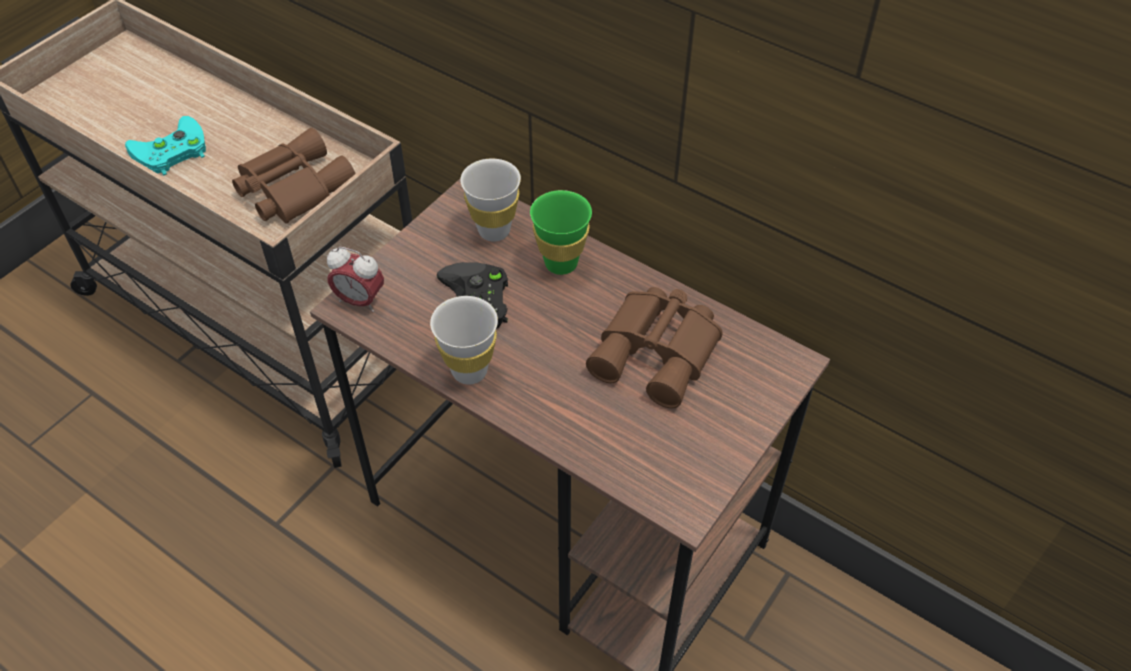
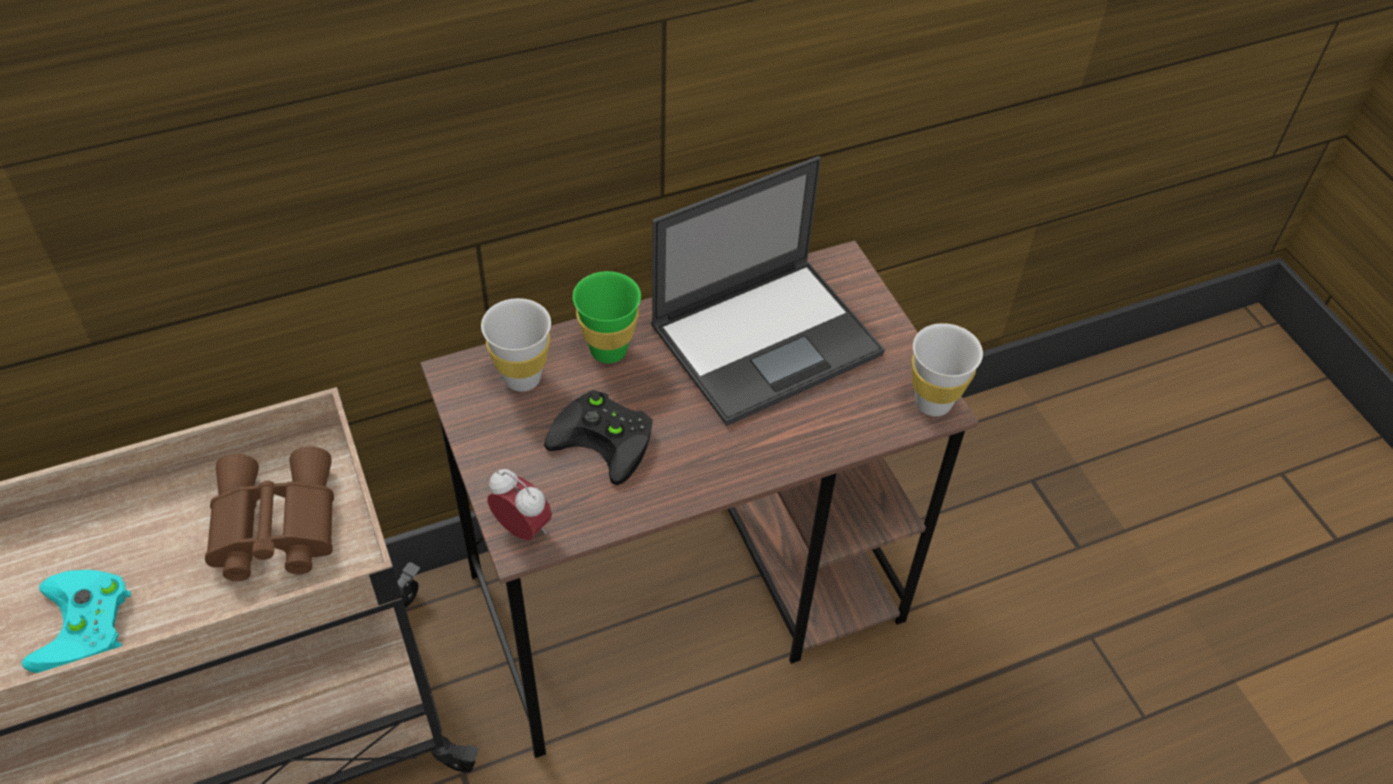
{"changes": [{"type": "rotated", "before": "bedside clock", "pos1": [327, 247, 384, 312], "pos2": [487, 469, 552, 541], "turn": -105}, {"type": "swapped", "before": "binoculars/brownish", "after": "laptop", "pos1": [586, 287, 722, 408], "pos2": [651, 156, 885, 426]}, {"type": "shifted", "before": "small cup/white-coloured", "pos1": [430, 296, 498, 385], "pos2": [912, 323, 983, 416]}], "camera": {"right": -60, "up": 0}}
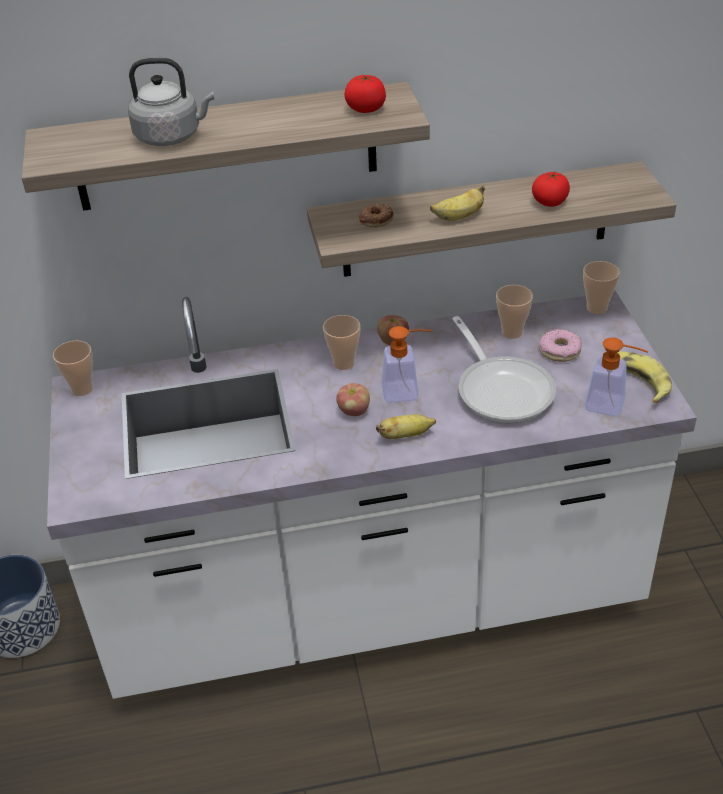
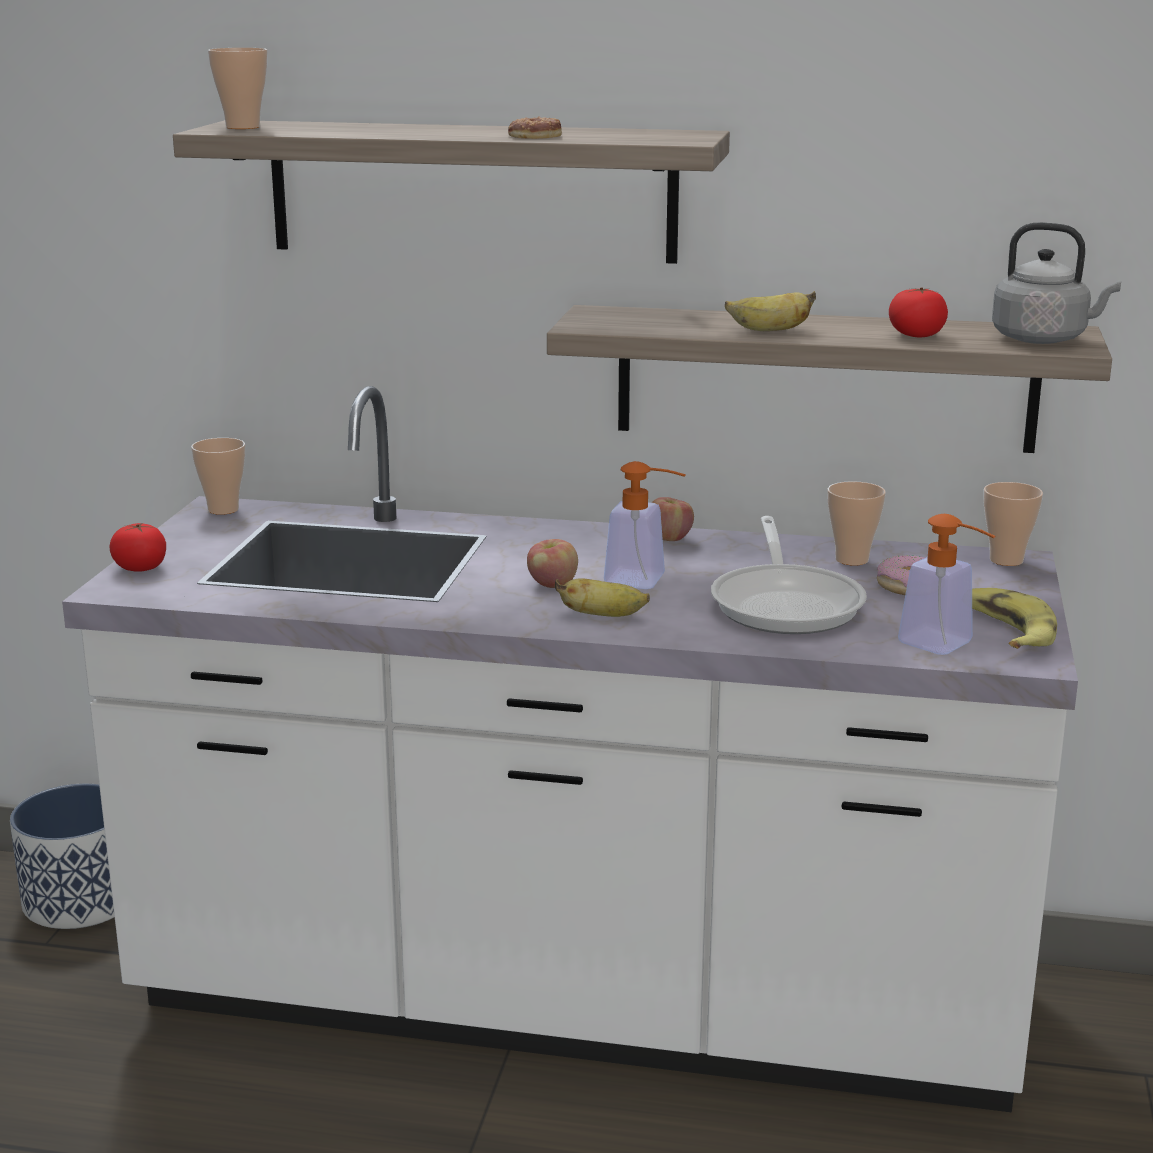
{"changes": [{"type": "shifted", "before": "water kettle/greyish", "pos1": [128, 58, 214, 146], "pos2": [992, 222, 1121, 344]}, {"type": "shifted", "before": "whole tomato", "pos1": [344, 75, 386, 113], "pos2": [109, 523, 166, 572]}, {"type": "shifted", "before": "donut", "pos1": [359, 203, 394, 227], "pos2": [508, 116, 562, 139]}, {"type": "shifted", "before": "small cup", "pos1": [323, 315, 361, 370], "pos2": [208, 48, 268, 129]}], "camera": {"right": 20, "up": -20}}
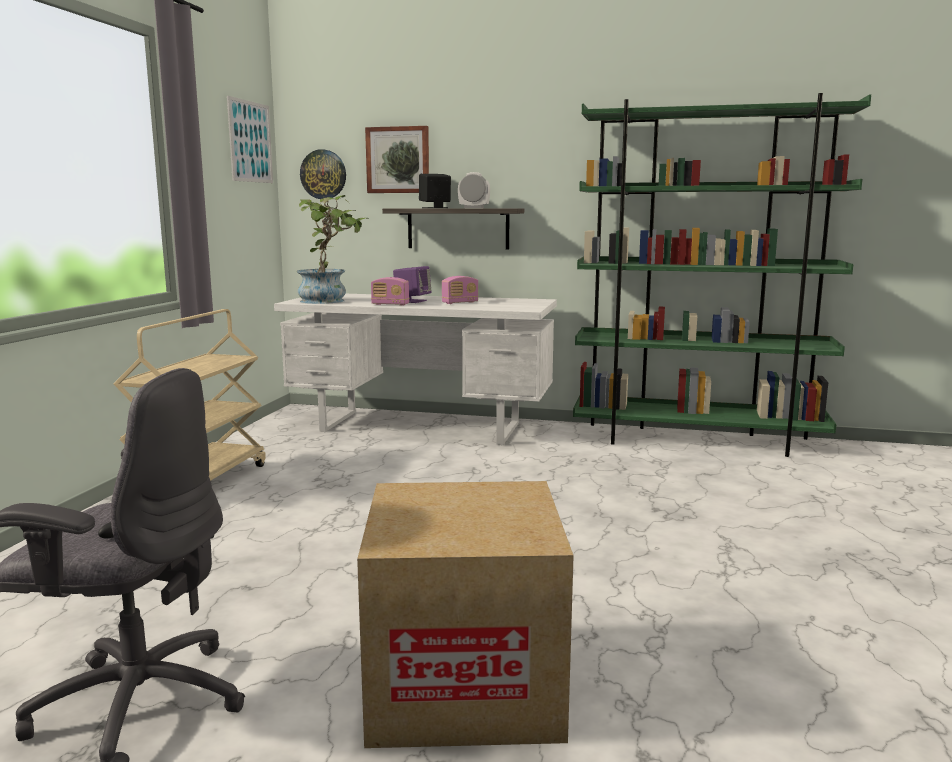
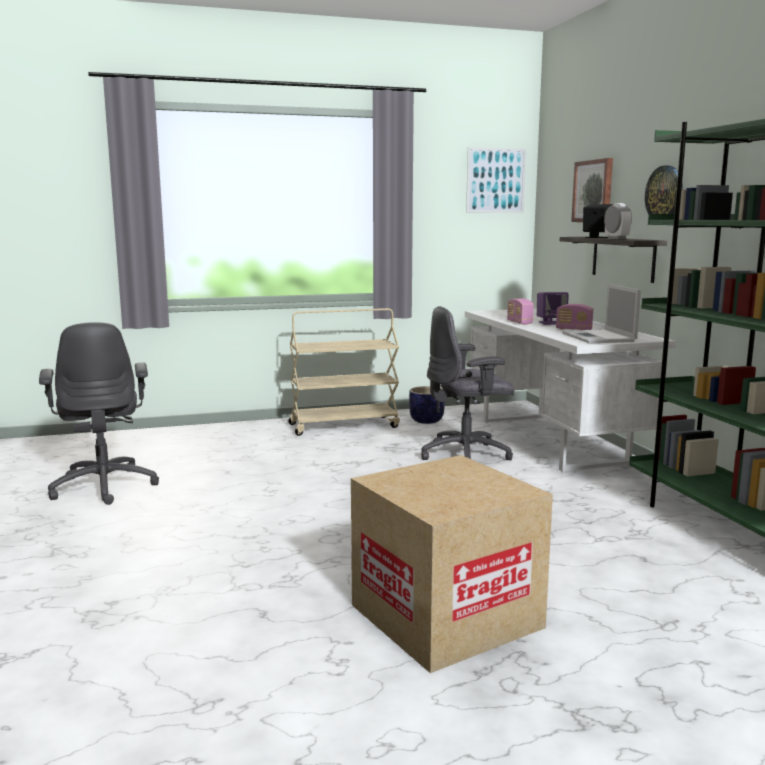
{"changes": [{"type": "shifted", "before": "clock on the wall", "pos1": [300, 149, 346, 199], "pos2": [645, 165, 683, 215]}, {"type": "gone", "before": "plant in a pot", "pos1": [297, 195, 369, 304]}, {"type": "shifted", "before": "carton", "pos1": [357, 481, 574, 748], "pos2": [351, 455, 553, 673]}, {"type": "new", "after": "laptop", "pos2": [562, 284, 641, 343]}, {"type": "new", "after": "office chair/greyish", "pos2": [421, 306, 514, 460]}, {"type": "new", "after": "planter", "pos2": [409, 386, 445, 424]}], "camera": {"right": 60, "up": 0}}
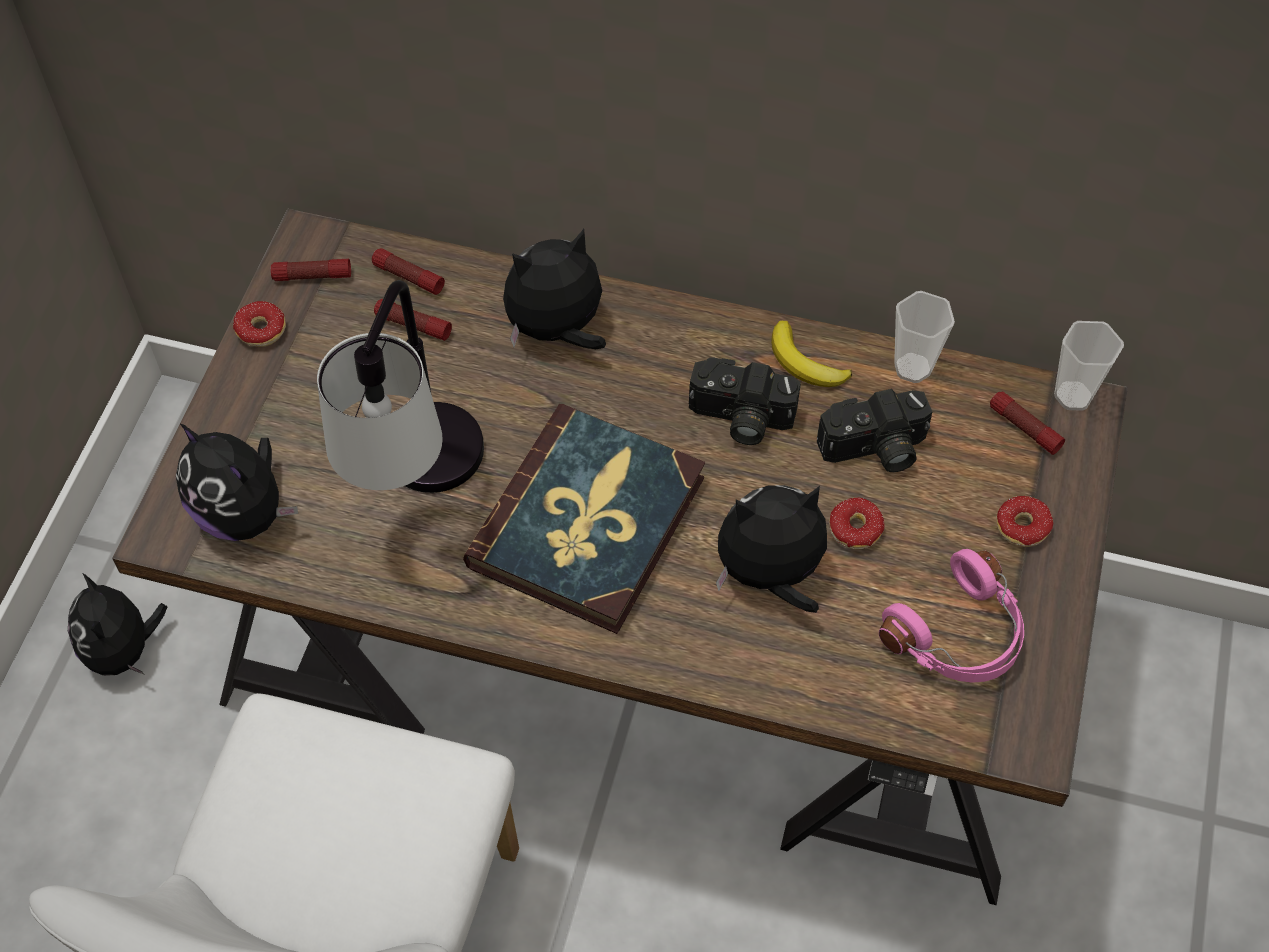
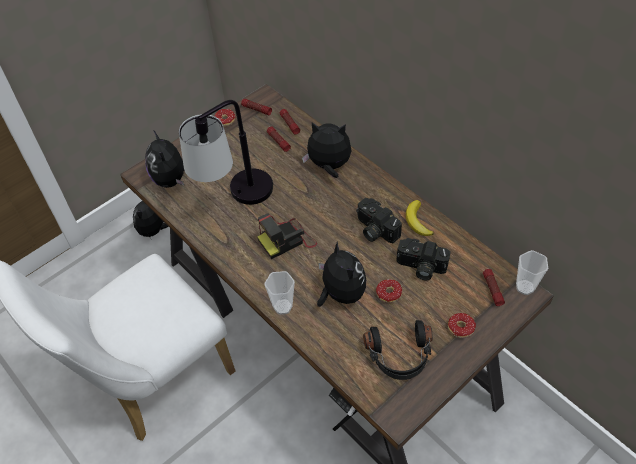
{"changes": [{"type": "shifted", "before": "small cup", "pos1": [894, 291, 955, 383], "pos2": [264, 271, 295, 315]}, {"type": "swapped", "before": "book", "after": "still camera", "pos1": [463, 404, 705, 634], "pos2": [257, 214, 317, 259]}, {"type": "rotated", "before": "plush toy", "pos1": [716, 485, 827, 613], "pos2": [317, 241, 366, 307], "turn": 45}, {"type": "repainted", "before": "pair of headphones/pink-coloured", "after": "pair of headphones/black-coloured", "pos1": [879, 549, 1024, 683], "pos2": [363, 320, 433, 380]}], "camera": {"right": 35, "up": -5}}
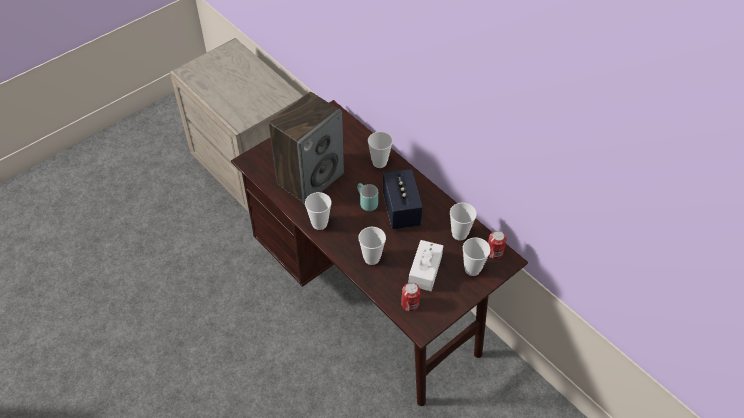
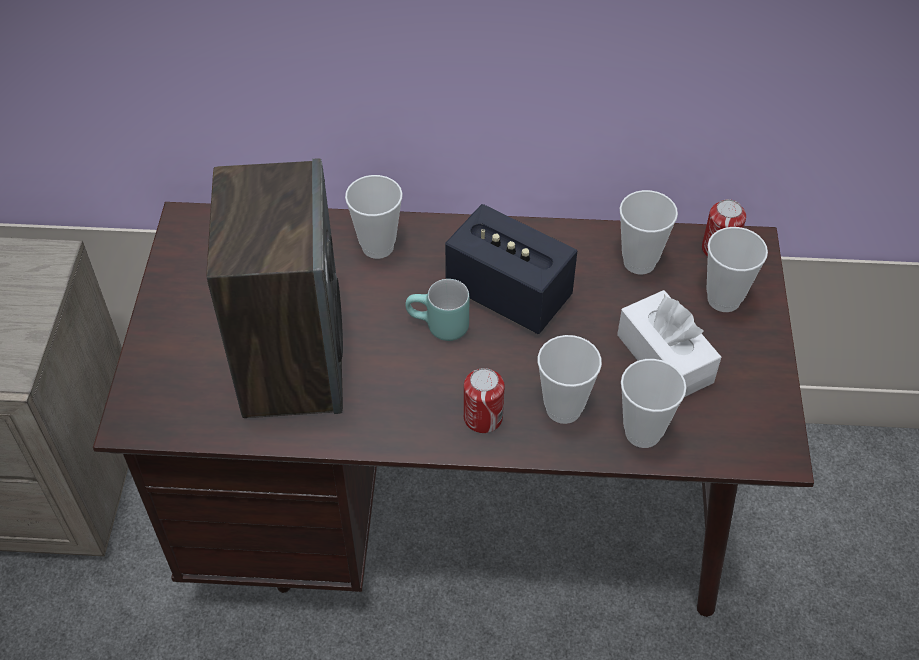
{"changes": [{"type": "shifted", "before": "small cup", "pos1": [305, 192, 331, 230], "pos2": [621, 359, 686, 448]}, {"type": "shifted", "before": "metal can", "pos1": [401, 283, 421, 311], "pos2": [464, 368, 505, 433]}], "camera": {"right": -45, "up": 0}}
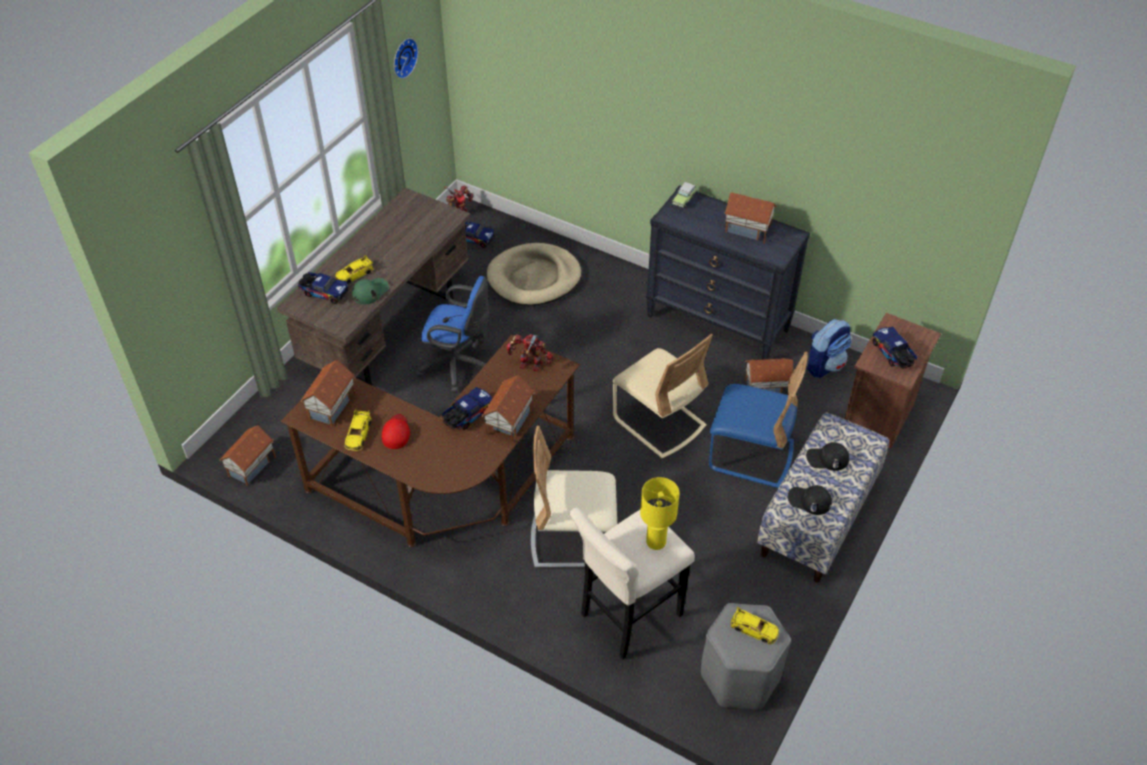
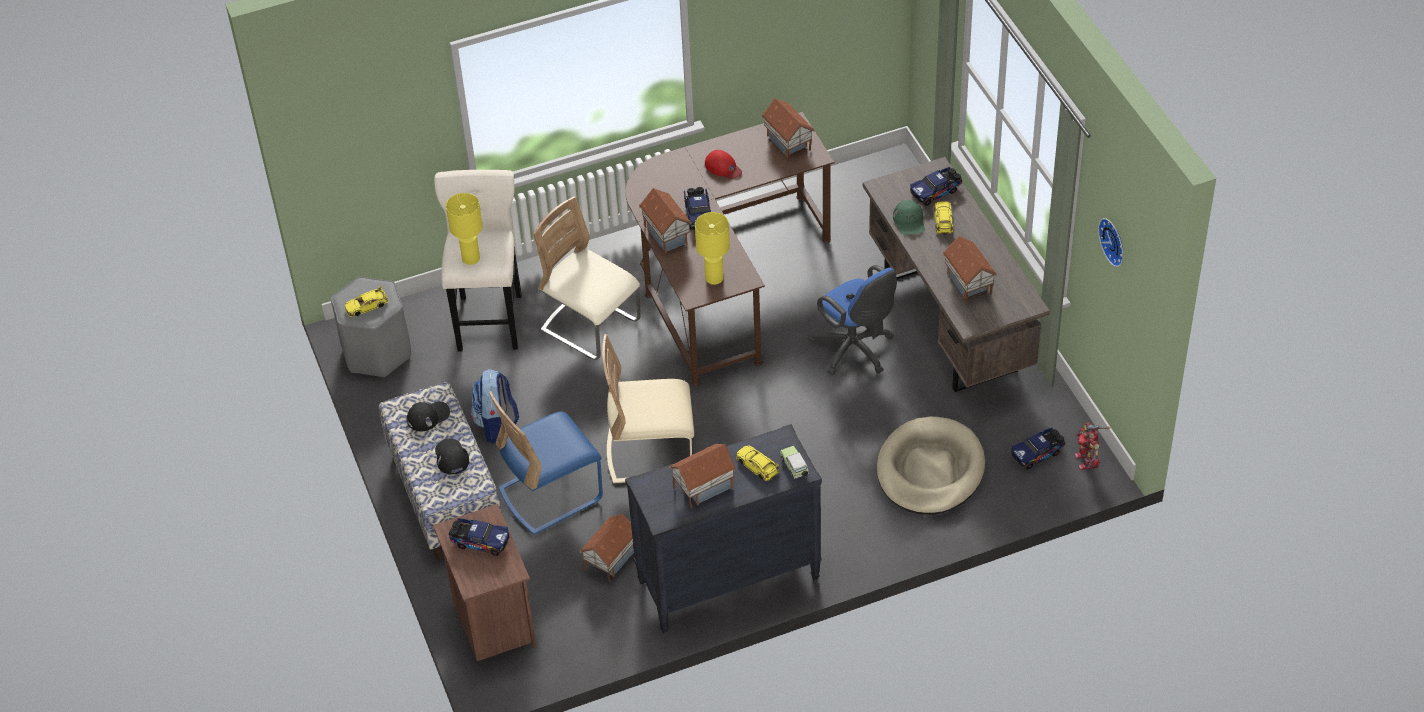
{"changes": [{"type": "rotated", "before": "office chair/blue", "pos1": [415, 276, 489, 393], "pos2": [808, 265, 897, 375], "turn": -90}, {"type": "shifted", "before": "rucksack", "pos1": [807, 319, 852, 378], "pos2": [471, 369, 519, 443]}, {"type": "swapped", "before": "robot figure", "after": "lamp for a table/yellow", "pos1": [506, 334, 554, 371], "pos2": [695, 212, 730, 285]}, {"type": "shifted", "before": "toy car/yellow", "pos1": [344, 409, 372, 451], "pos2": [736, 446, 779, 481]}, {"type": "shifted", "before": "toy house", "pos1": [219, 425, 276, 486], "pos2": [943, 236, 997, 305]}, {"type": "rotated", "before": "chair/sand-coloured", "pos1": [531, 426, 617, 568], "pos2": [533, 196, 641, 360], "turn": -90}, {"type": "rotated", "before": "peaked cap/black-coloured", "pos1": [806, 442, 849, 471], "pos2": [435, 439, 469, 475], "turn": -60}], "camera": {"right": 130, "up": 0}}
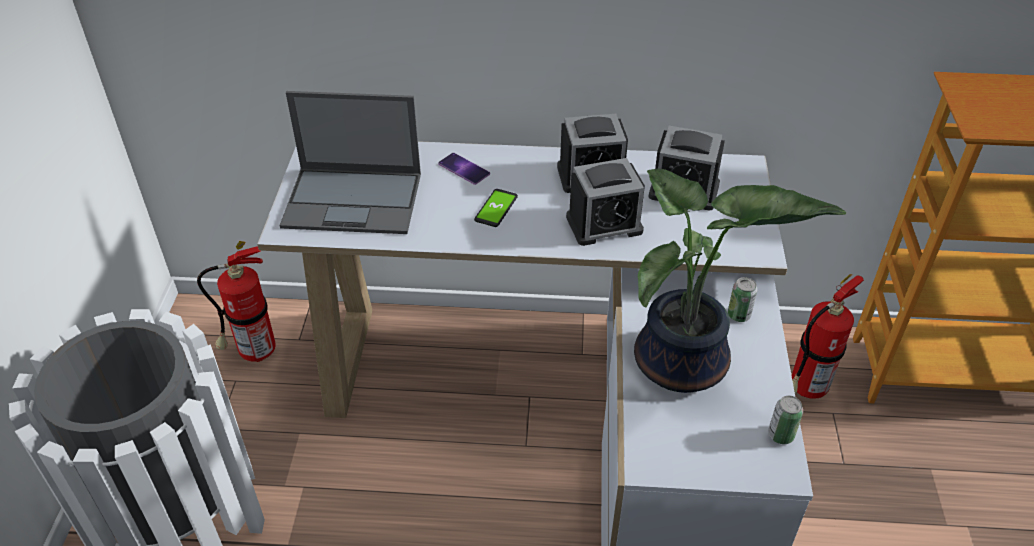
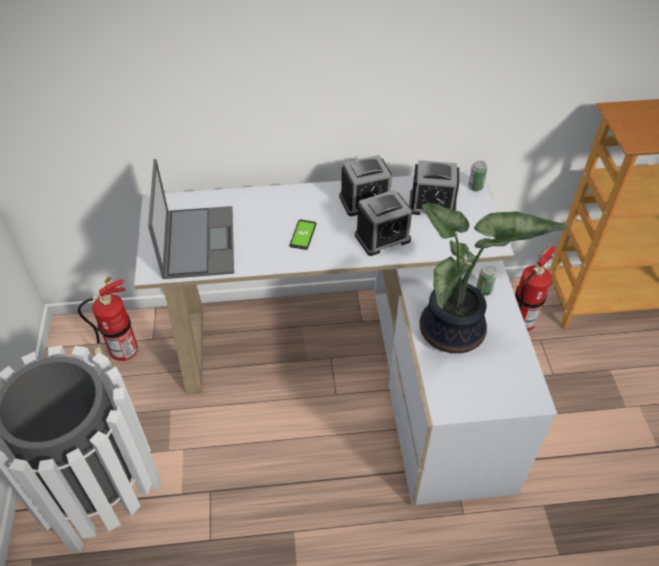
{"changes": [{"type": "rotated", "before": "laptop", "pos1": [280, 91, 421, 234], "pos2": [148, 159, 234, 279], "turn": -90}, {"type": "gone", "before": "handset", "pos1": [438, 153, 490, 185]}, {"type": "shifted", "before": "metal can", "pos1": [768, 396, 803, 444], "pos2": [468, 161, 487, 191]}], "camera": {"right": -10, "up": 5}}
